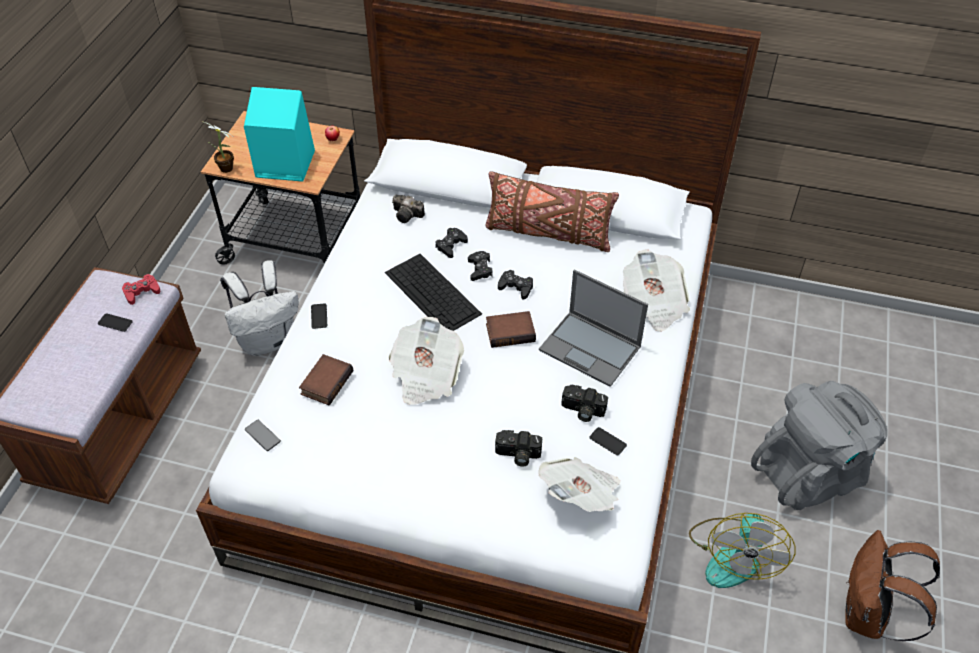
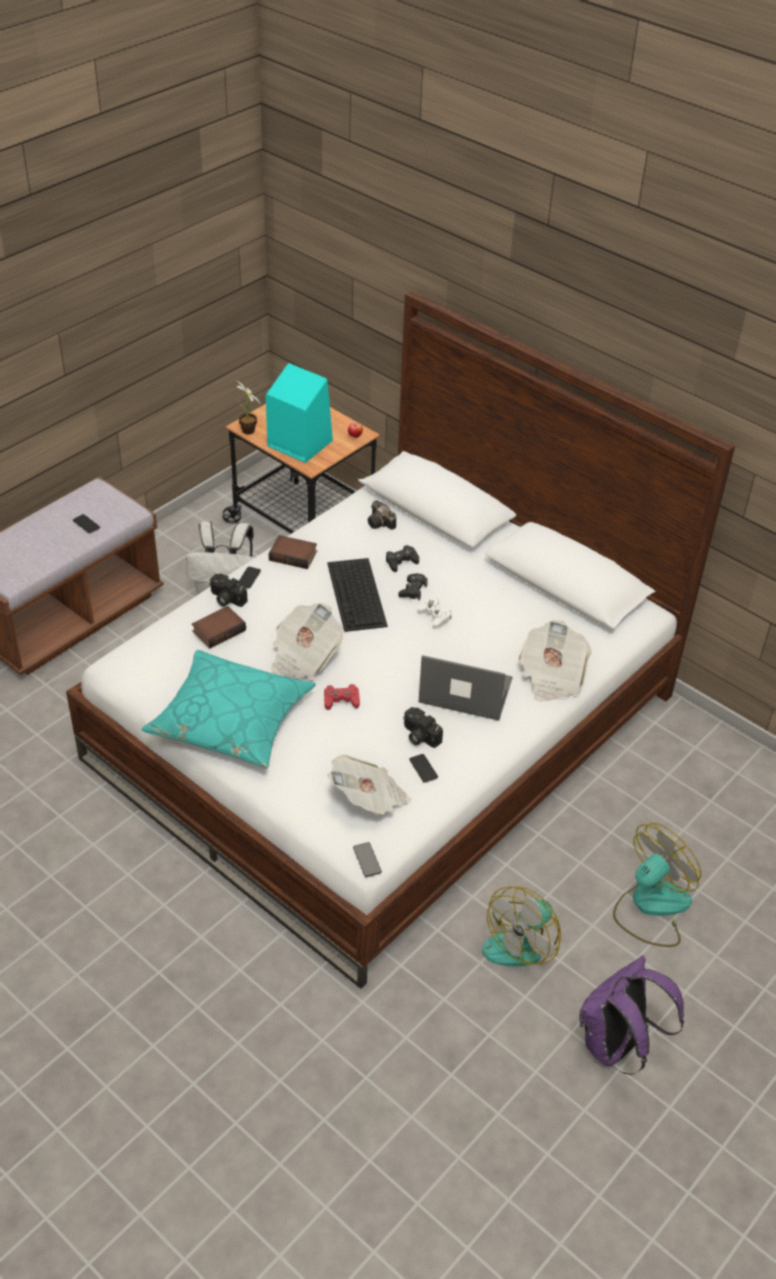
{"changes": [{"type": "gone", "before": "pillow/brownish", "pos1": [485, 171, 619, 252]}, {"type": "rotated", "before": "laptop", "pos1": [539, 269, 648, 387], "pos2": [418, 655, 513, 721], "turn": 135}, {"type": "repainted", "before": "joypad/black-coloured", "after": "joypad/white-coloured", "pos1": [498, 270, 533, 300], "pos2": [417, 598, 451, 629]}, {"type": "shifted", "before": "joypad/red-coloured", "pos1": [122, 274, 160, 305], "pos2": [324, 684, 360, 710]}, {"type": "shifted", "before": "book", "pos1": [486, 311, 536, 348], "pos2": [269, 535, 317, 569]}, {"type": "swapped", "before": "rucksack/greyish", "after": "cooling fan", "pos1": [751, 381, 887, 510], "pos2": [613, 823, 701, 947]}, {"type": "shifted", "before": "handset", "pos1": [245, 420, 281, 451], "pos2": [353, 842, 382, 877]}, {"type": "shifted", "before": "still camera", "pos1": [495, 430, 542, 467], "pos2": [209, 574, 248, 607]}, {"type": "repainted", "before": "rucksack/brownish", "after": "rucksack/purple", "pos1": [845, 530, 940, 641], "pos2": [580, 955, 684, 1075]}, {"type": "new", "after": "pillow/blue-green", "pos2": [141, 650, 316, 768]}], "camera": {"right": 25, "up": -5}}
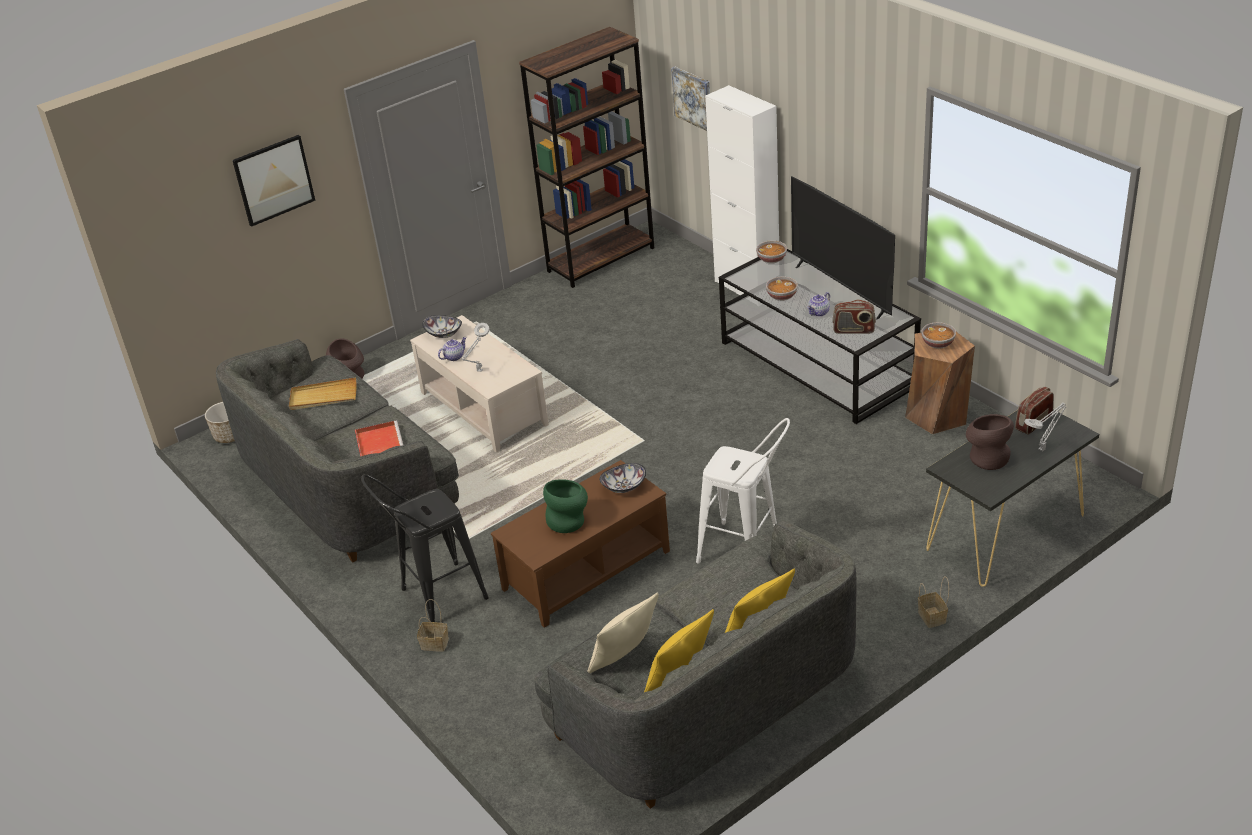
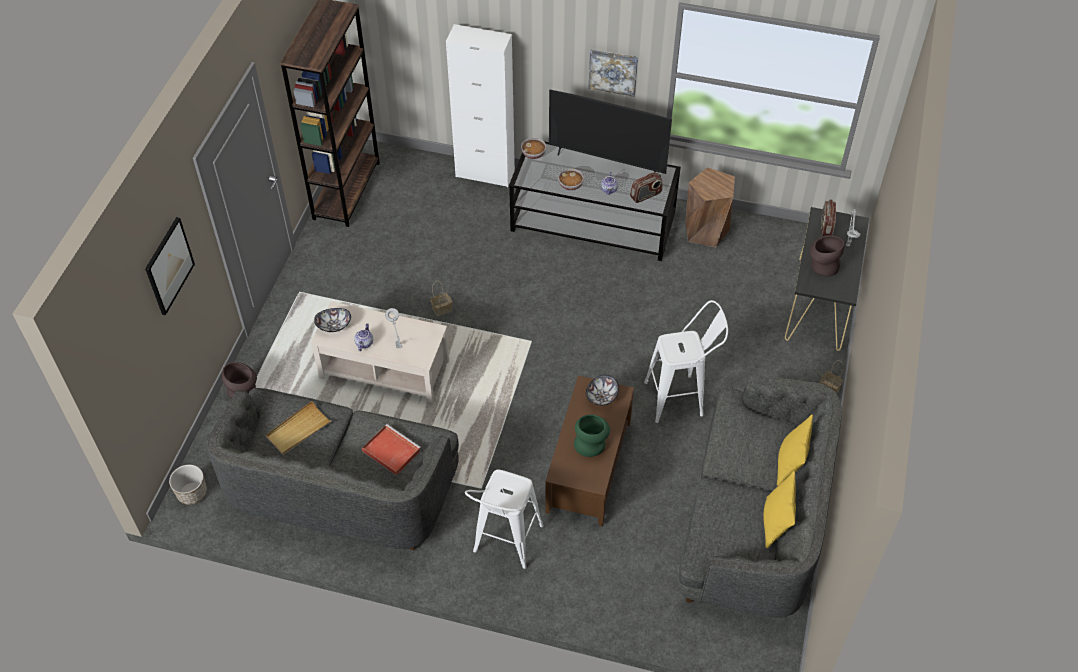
{"changes": [{"type": "shifted", "before": "wall art", "pos1": [671, 67, 710, 131], "pos2": [589, 49, 638, 97]}, {"type": "gone", "before": "deep dish", "pos1": [921, 322, 956, 349]}, {"type": "repainted", "before": "stool seat/black-coloured", "after": "stool seat/white-coloured", "pos1": [361, 474, 489, 622], "pos2": [465, 470, 543, 569]}, {"type": "gone", "before": "pillow/sand-coloured", "pos1": [587, 592, 659, 673]}, {"type": "shifted", "before": "storage basket", "pos1": [417, 599, 449, 651], "pos2": [430, 281, 452, 317]}], "camera": {"right": -40, "up": 15}}
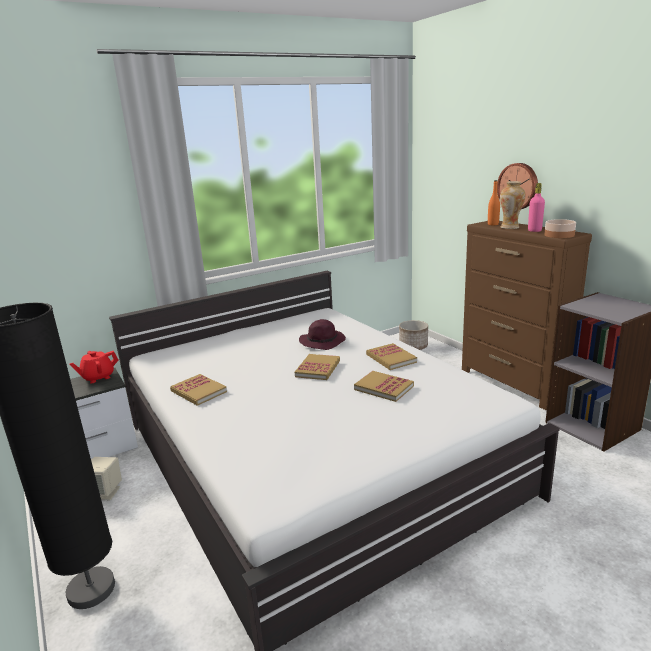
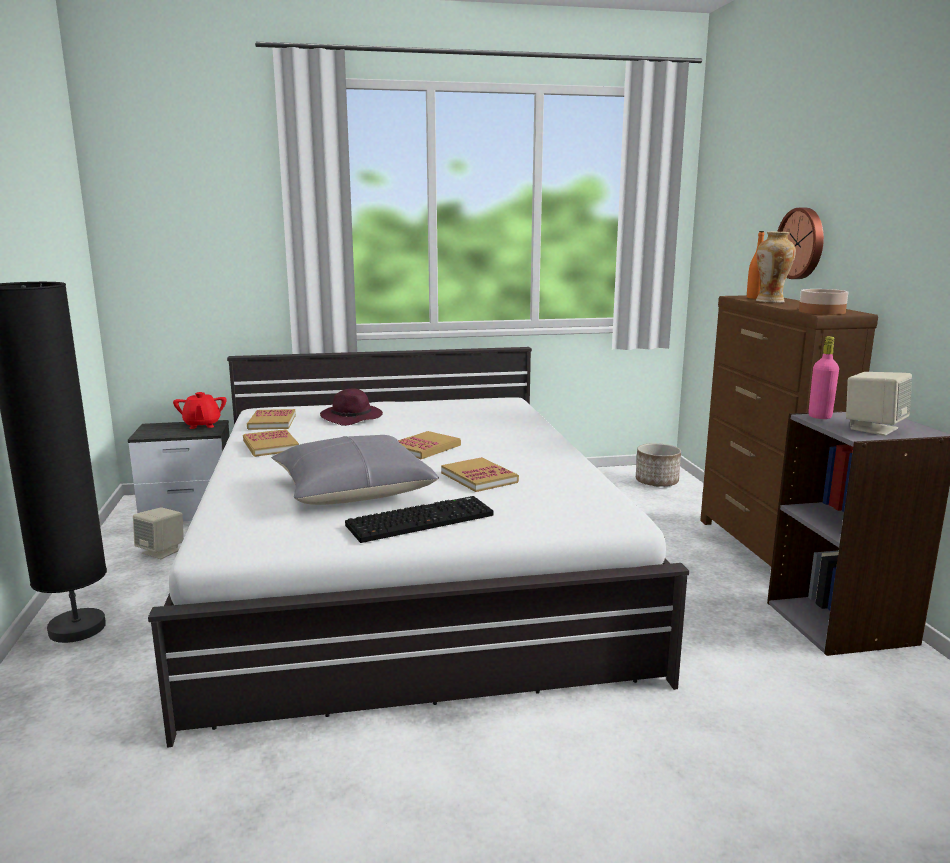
{"changes": [{"type": "shifted", "before": "beverage bottle/pink-coloured", "pos1": [528, 183, 545, 232], "pos2": [808, 336, 839, 419]}, {"type": "shifted", "before": "clothing hat/purple", "pos1": [299, 319, 346, 350], "pos2": [320, 388, 383, 426]}, {"type": "shifted", "before": "book", "pos1": [366, 343, 417, 370], "pos2": [247, 409, 296, 430]}, {"type": "rotated", "before": "pot for tea/red-coloured", "pos1": [70, 351, 119, 383], "pos2": [173, 392, 227, 429], "turn": -90}, {"type": "new", "after": "audio speaker/sand-coloured", "pos2": [846, 372, 912, 436]}, {"type": "new", "after": "pillow/greyish", "pos2": [271, 435, 439, 505]}, {"type": "new", "after": "PC keyboard", "pos2": [345, 496, 493, 543]}], "camera": {"right": 20, "up": -5}}
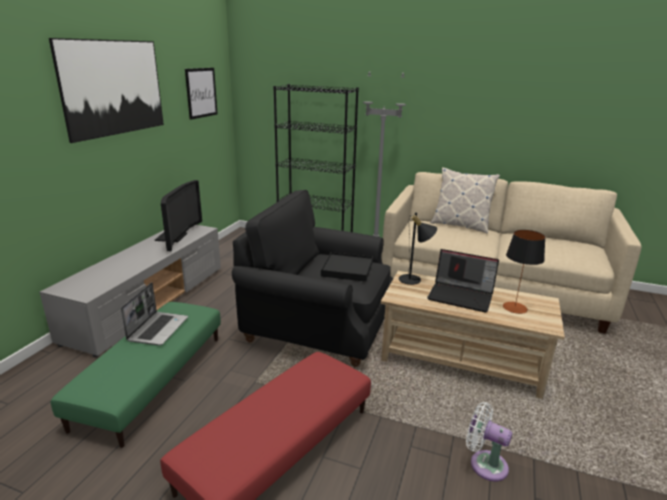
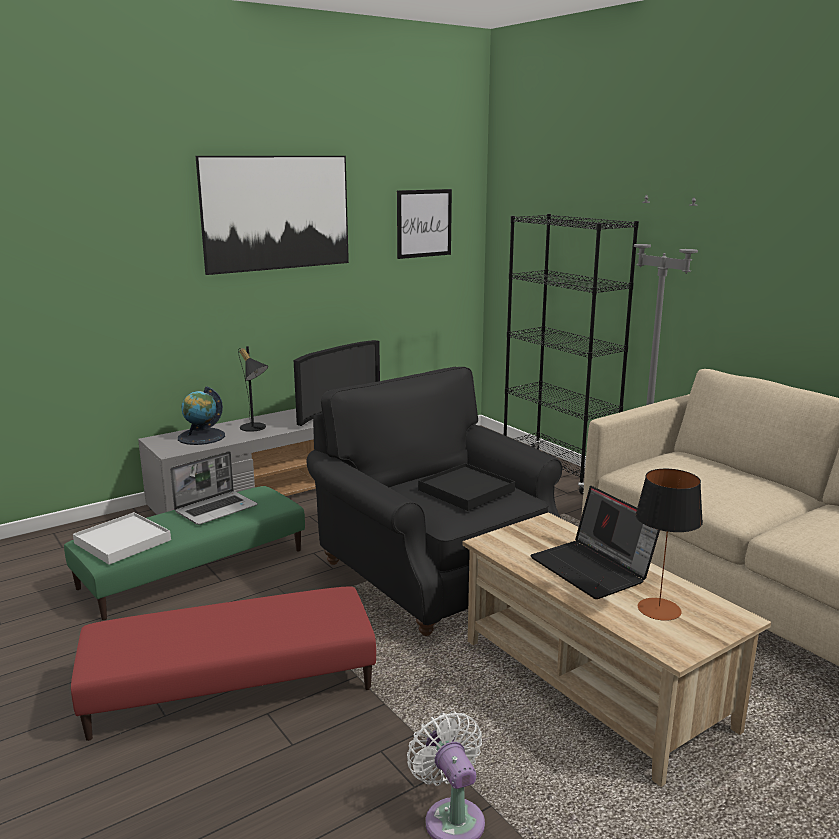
{"changes": [{"type": "gone", "before": "pillow", "pos1": [430, 167, 500, 234]}, {"type": "shifted", "before": "lamp for a table/black-coloured", "pos1": [399, 213, 437, 285], "pos2": [238, 346, 268, 432]}, {"type": "new", "after": "globe", "pos2": [178, 386, 225, 445]}, {"type": "new", "after": "serving tray/white-coloured", "pos2": [73, 512, 171, 565]}], "camera": {"right": 35, "up": -5}}
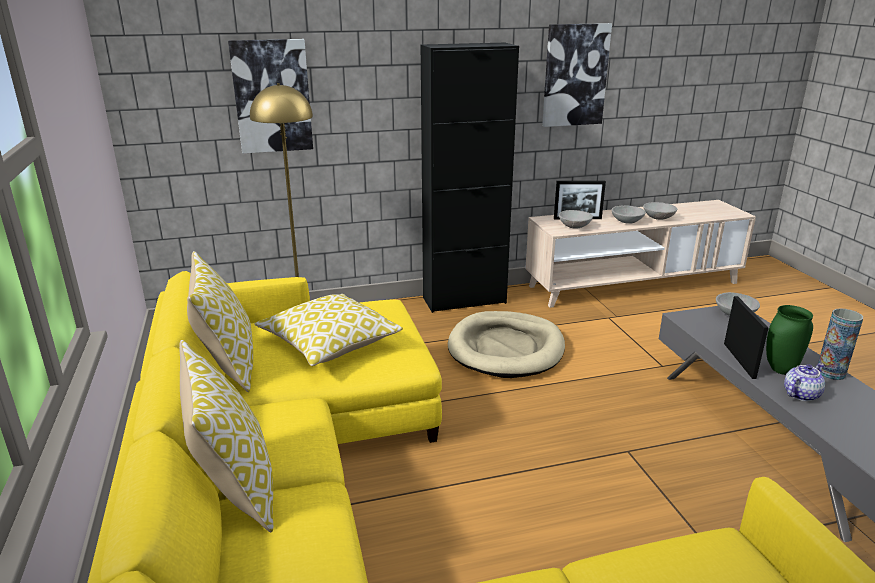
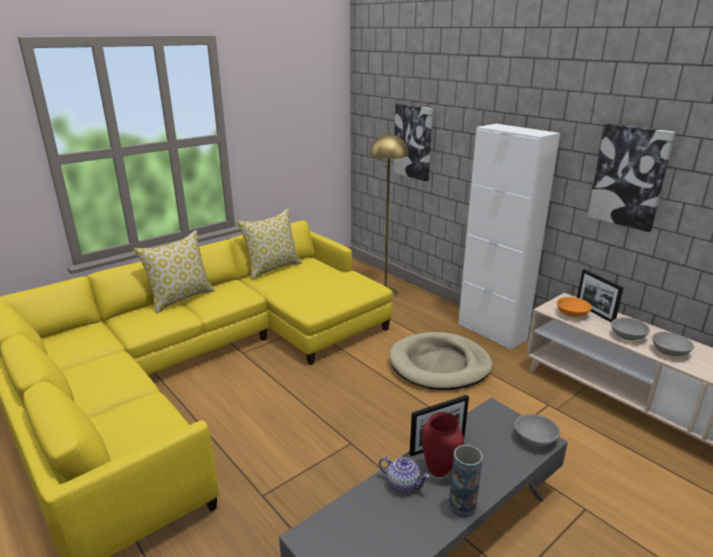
{"changes": [{"type": "repainted", "before": "cabinet/black-coloured", "after": "cabinet/white-coloured", "pos1": [421, 42, 519, 313], "pos2": [458, 124, 560, 350]}, {"type": "repainted", "before": "deep dish/greyish", "after": "deep dish/orange", "pos1": [559, 210, 593, 228], "pos2": [557, 297, 592, 317]}, {"type": "gone", "before": "pillow", "pos1": [254, 294, 403, 366]}, {"type": "repainted", "before": "decorative vase/greenish", "after": "decorative vase/red-coloured", "pos1": [766, 305, 813, 375], "pos2": [421, 412, 464, 477]}], "camera": {"right": 65, "up": 0}}
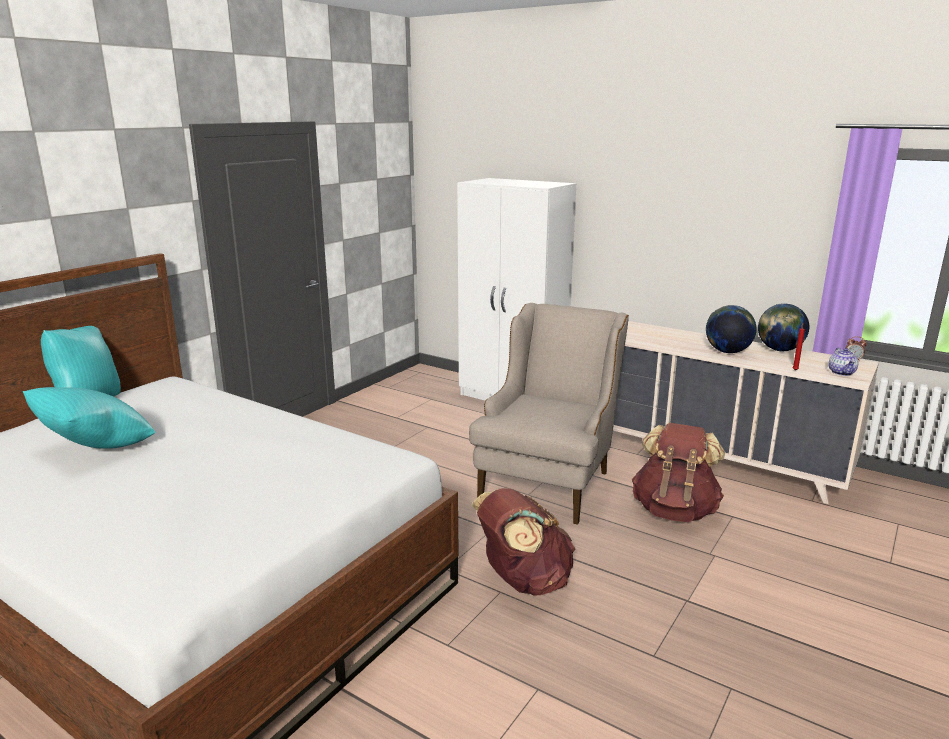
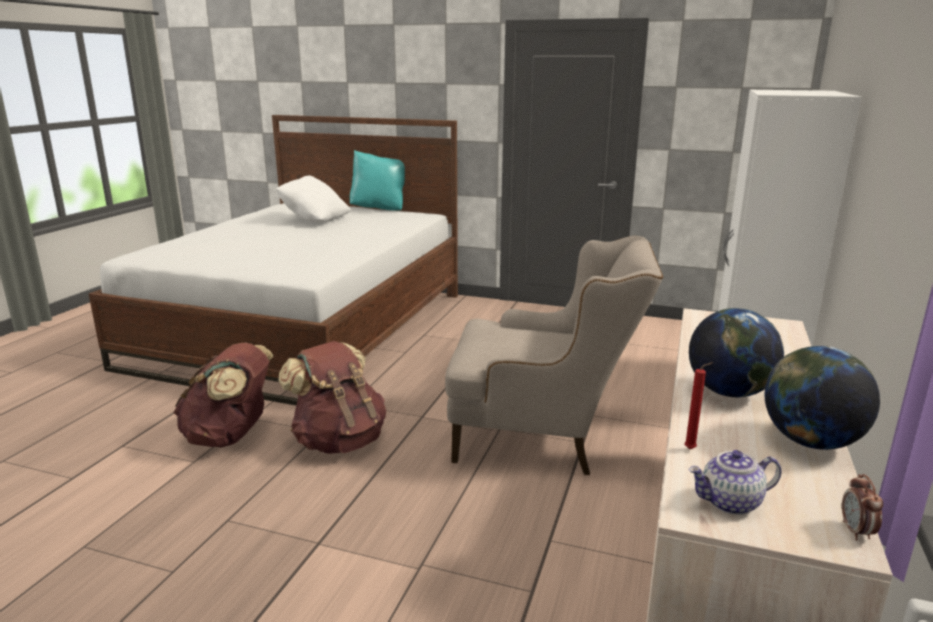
{"changes": [{"type": "repainted", "before": "pillow/blue-green", "after": "pillow/white-coloured", "pos1": [23, 387, 155, 449], "pos2": [275, 175, 351, 223]}, {"type": "shifted", "before": "rucksack/brownish", "pos1": [632, 423, 725, 522], "pos2": [174, 343, 273, 447]}], "camera": {"right": 75, "up": 0}}
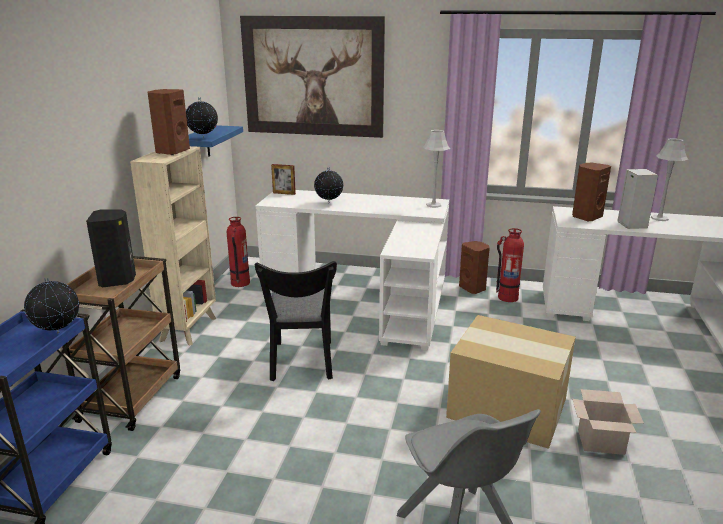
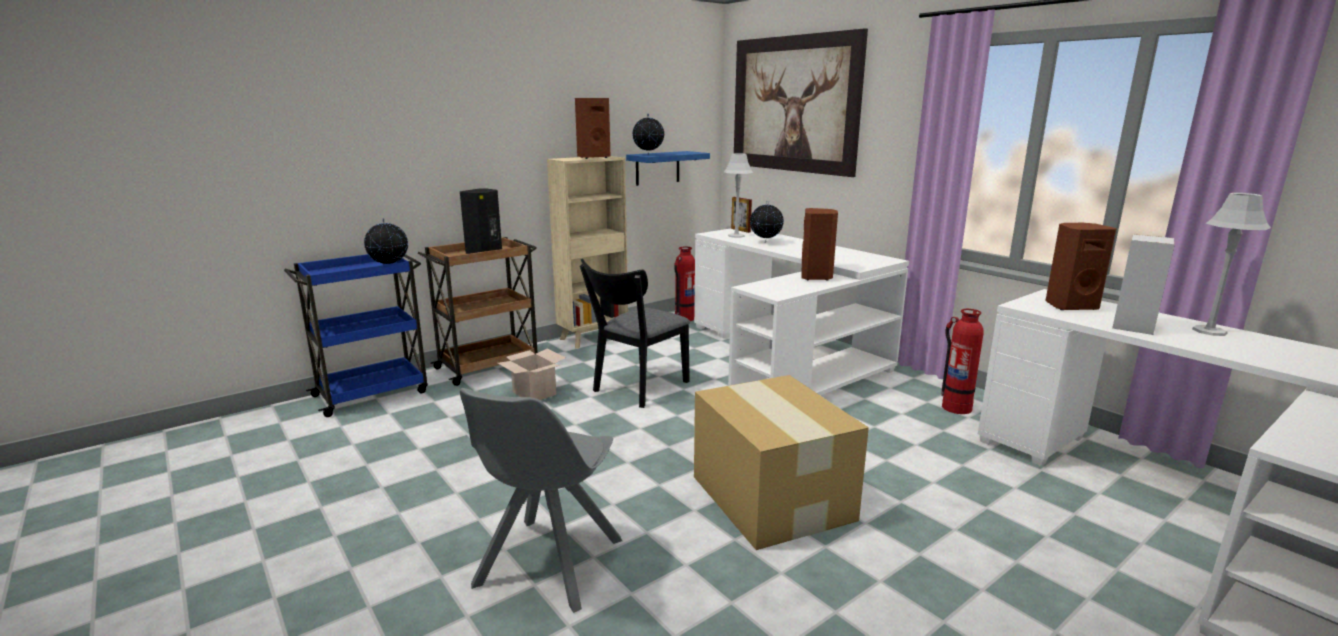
{"changes": [{"type": "shifted", "before": "lamp for a table/greyish", "pos1": [423, 130, 450, 208], "pos2": [724, 153, 753, 238]}, {"type": "shifted", "before": "audio speaker/brownish", "pos1": [459, 241, 490, 294], "pos2": [801, 208, 838, 280]}, {"type": "shifted", "before": "carton", "pos1": [572, 389, 644, 455], "pos2": [498, 348, 566, 400]}], "camera": {"right": 40, "up": -5}}
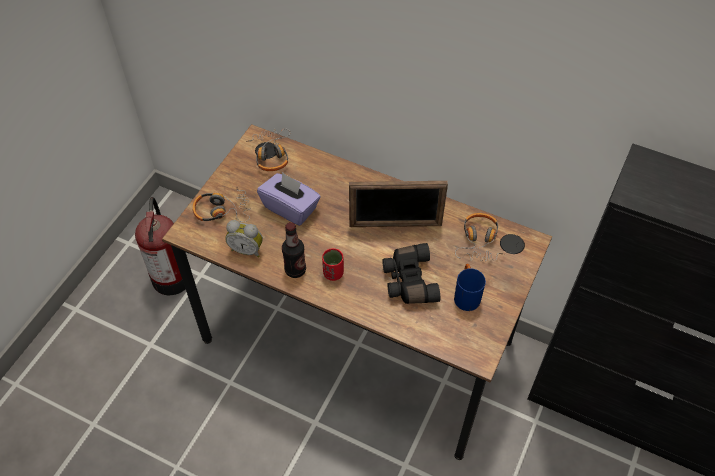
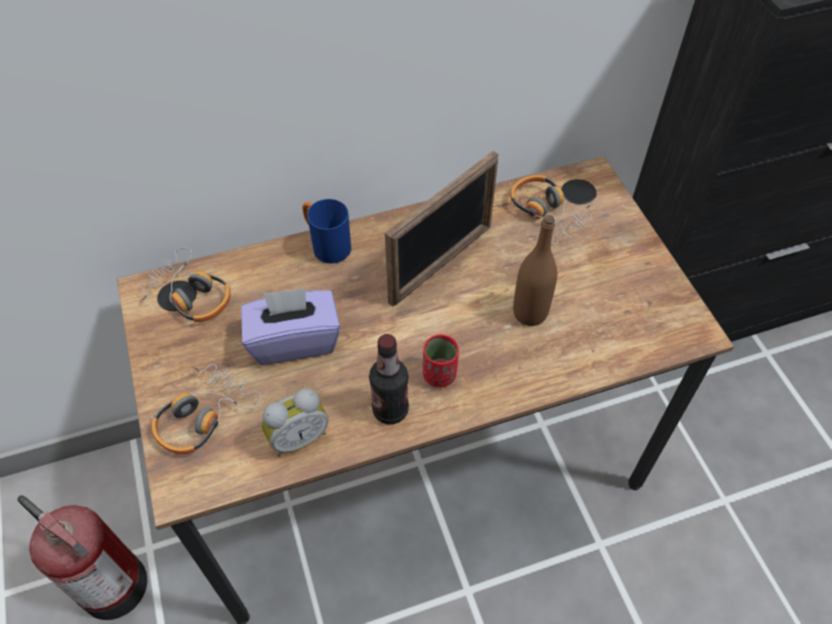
{"changes": [{"type": "swapped", "before": "binoculars/black-coloured", "after": "beverage bottle/brownish", "pos1": [382, 243, 440, 304], "pos2": [513, 215, 557, 326]}, {"type": "shifted", "before": "tea mug/blue", "pos1": [454, 264, 486, 311], "pos2": [303, 199, 351, 263]}], "camera": {"right": -45, "up": 0}}
